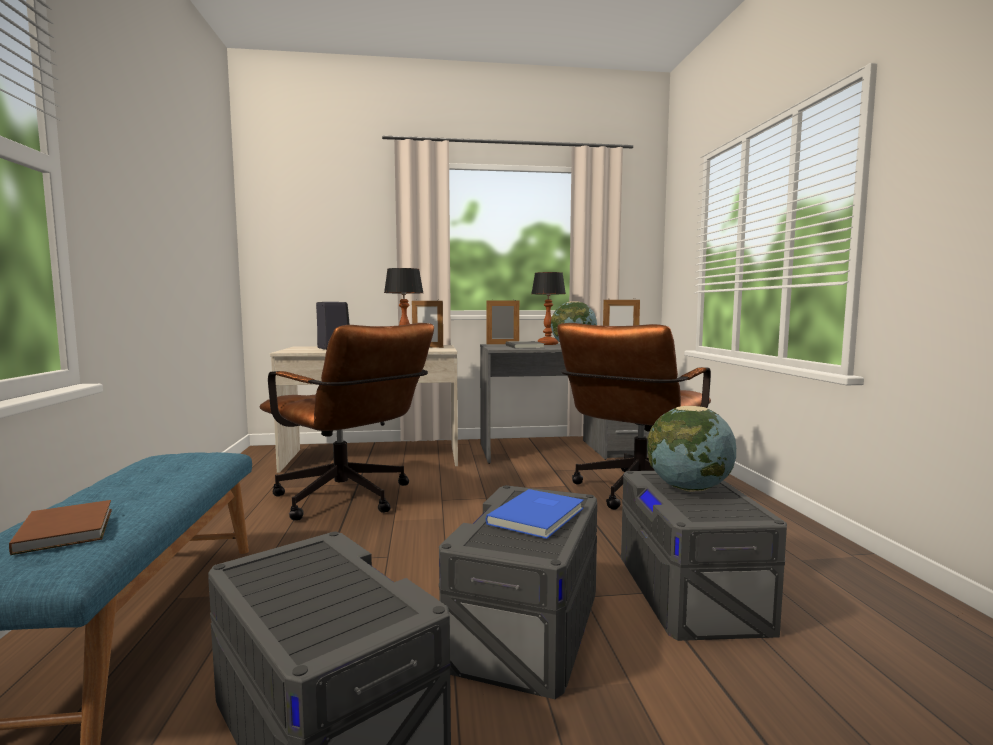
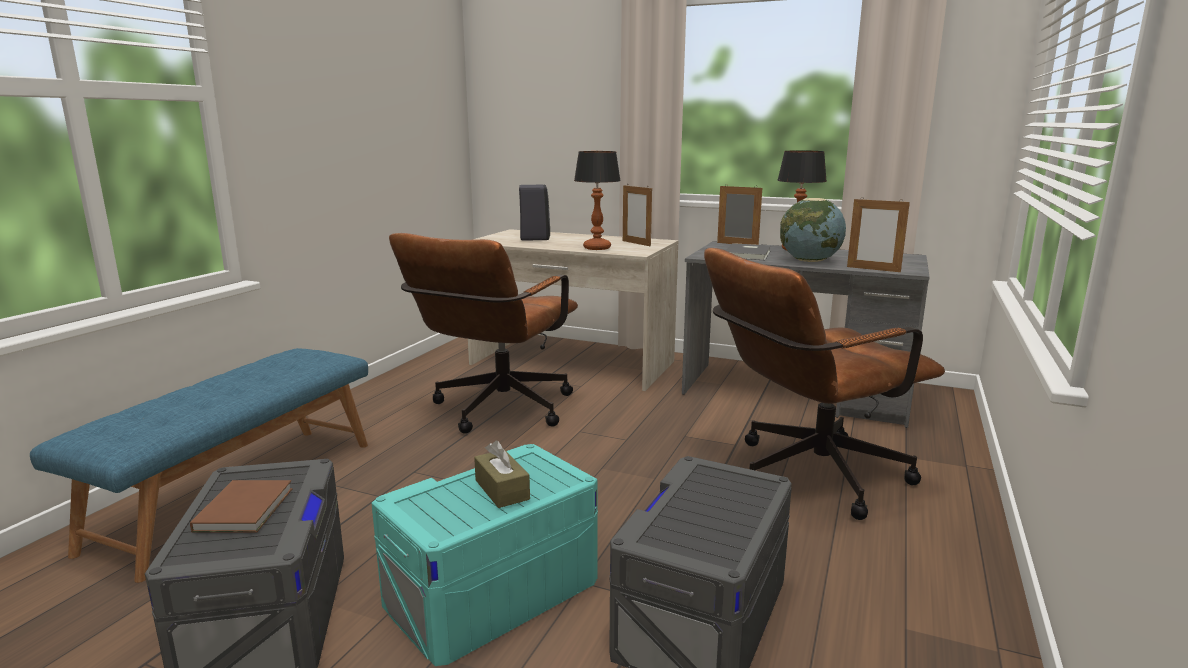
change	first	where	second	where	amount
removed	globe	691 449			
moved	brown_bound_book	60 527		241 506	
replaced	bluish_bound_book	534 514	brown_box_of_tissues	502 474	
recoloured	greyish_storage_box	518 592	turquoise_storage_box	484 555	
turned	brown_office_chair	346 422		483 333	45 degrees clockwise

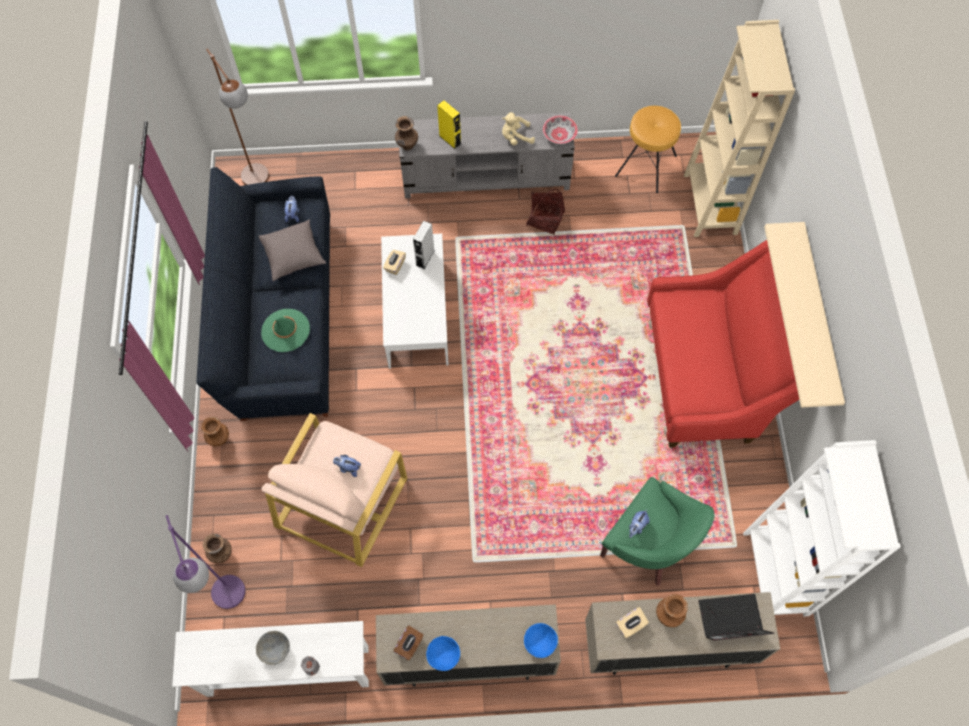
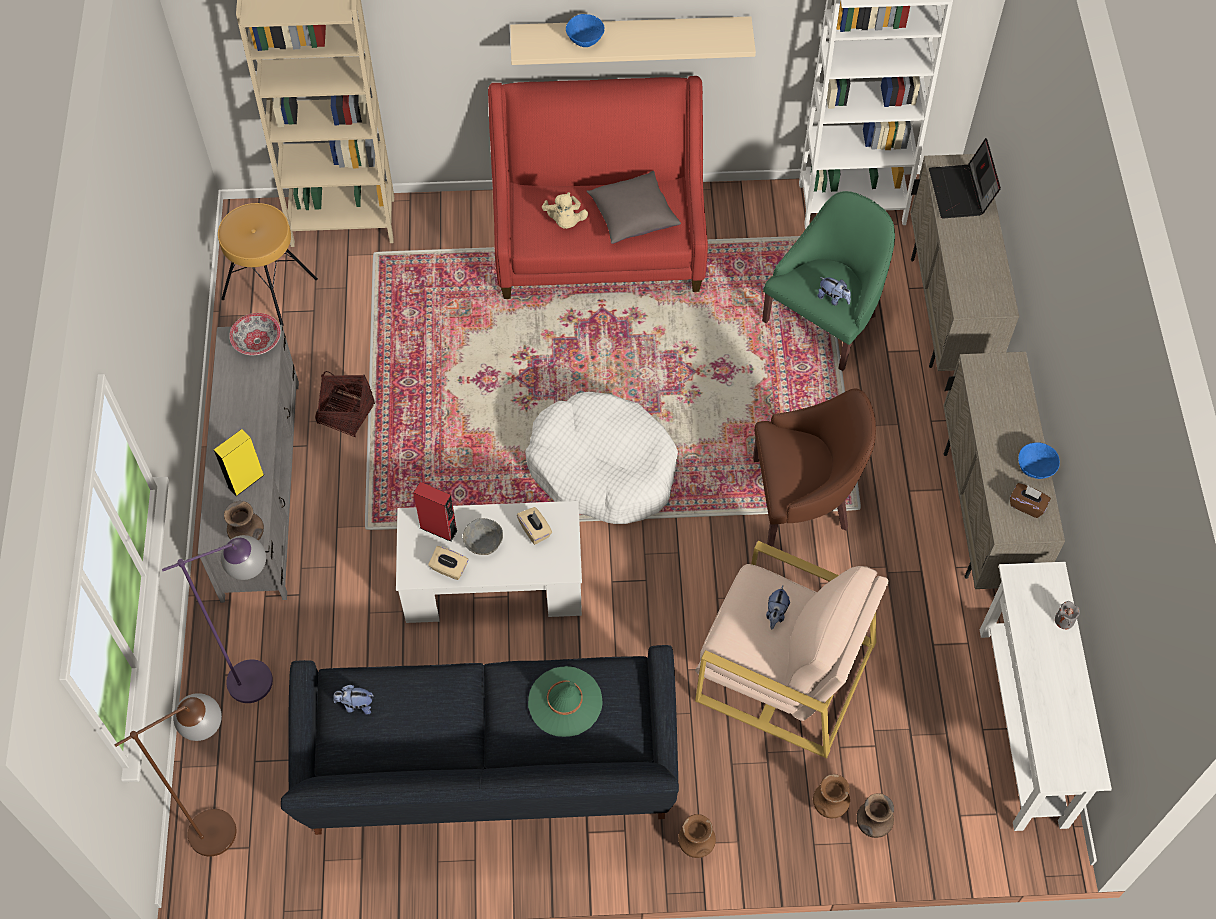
change	first	where	second	where	amount
added			whitish_dog_cushion	601 458	
added			brown_lounge_chair	814 468	
moved	purple-coloured_standing_lamp	205 562		217 619	
moved	greyish_serving_bowl	273 648		483 536	
moved	greyish_throw_pillow	292 250		634 207	
moved	sand-coloured_soft_toy	518 128		565 210	
moved	bluish_serving_bowl	541 640		585 30	
moved	sand-coloured_box_of_tissues	632 622		534 526	
moved	brown_flower_vase	672 610		831 796	
recoloured	greyish_speaker	424 245	reddish_speaker	435 512	

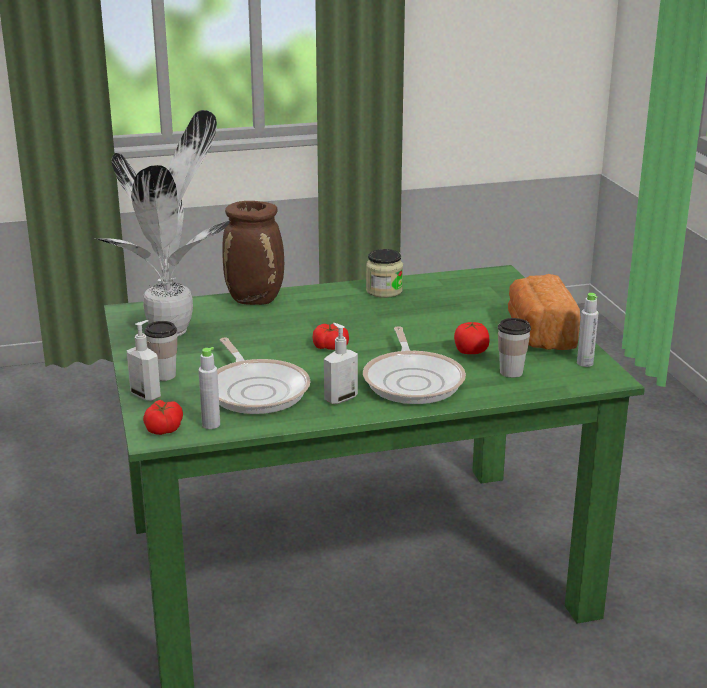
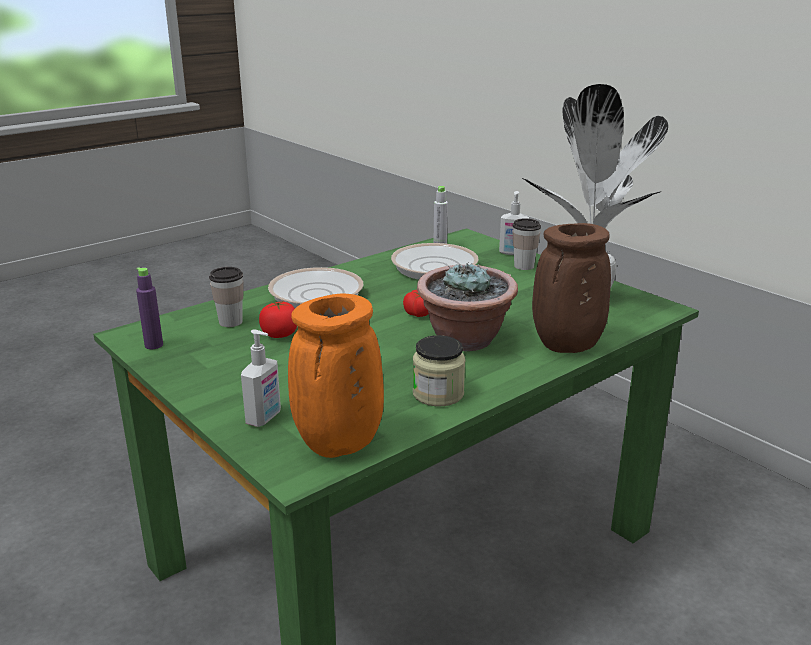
change	first	where	second	where	amount
removed	fresh_tomato	163 417			
removed	bread	544 312			
added			orange-coloured_flower_vase	336 375	
added			plant_in_a_pot	467 306	
moved	soap_dispenser	341 363		261 378	
recoloured	greyish_bottle	588 330	purple-coloured_bottle	149 308	

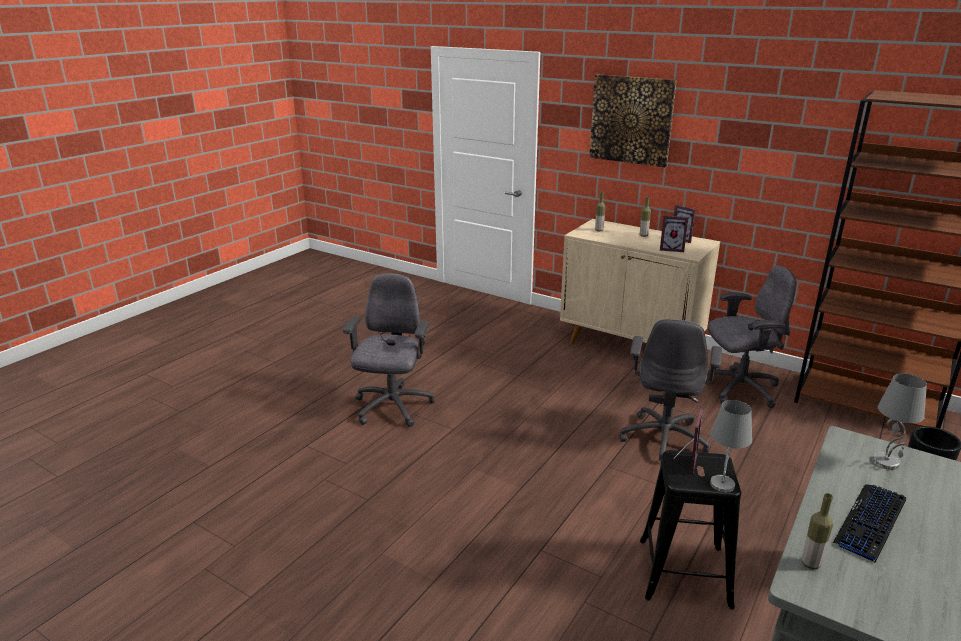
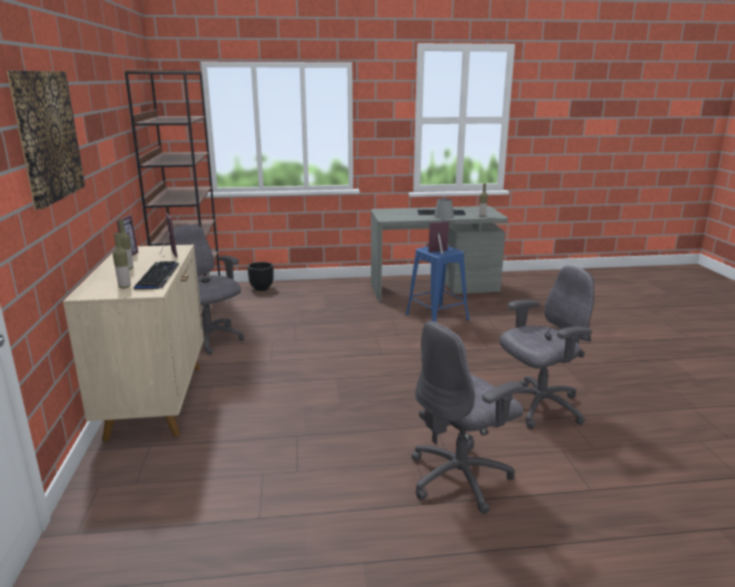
change	first	where	second	where	amount
removed	greyish_lamp_for_a_table	899 421			
added			PC_keyboard	157 275	
moved	greyish_office_chair	671 391		547 347	
recoloured	blackish_stool_seat	690 530	bluish_stool_seat	437 284	

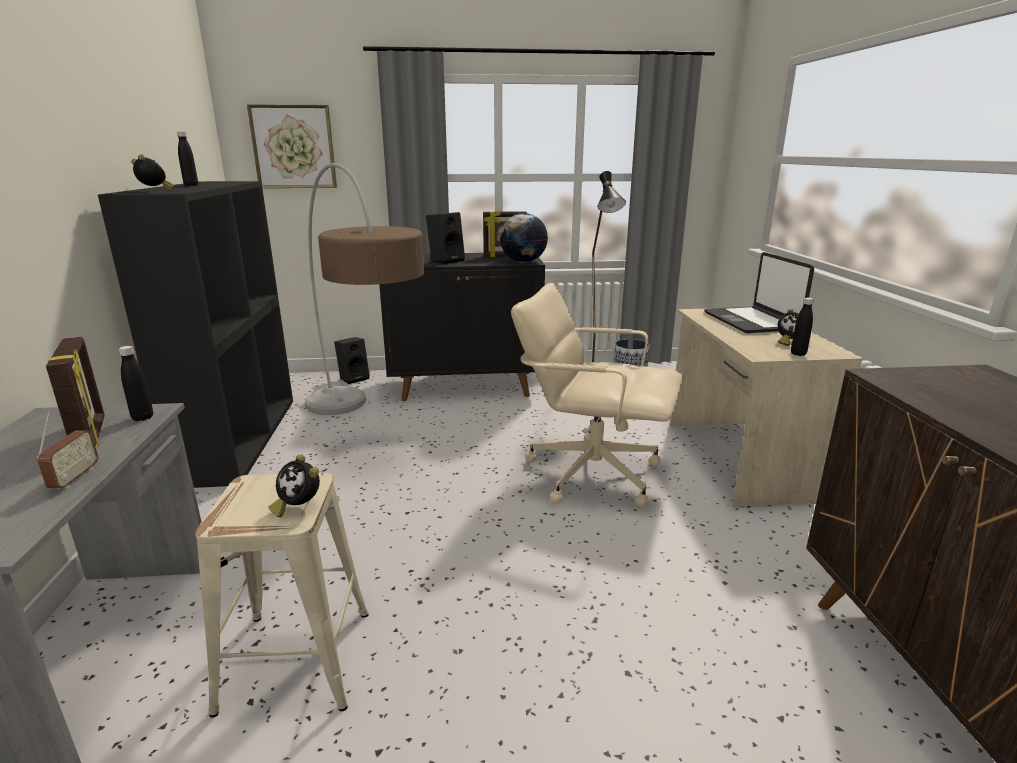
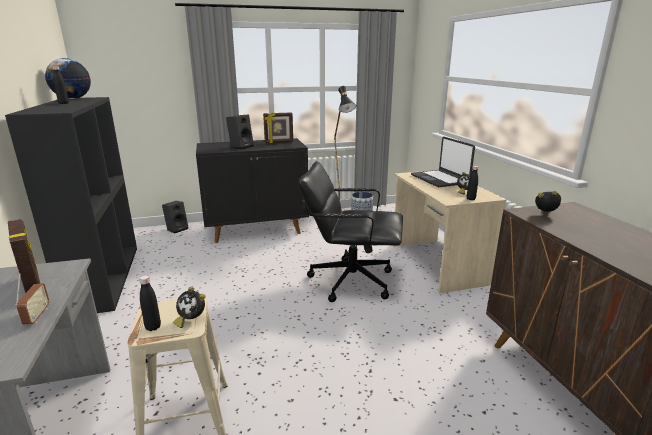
change	first	where	second	where	amount
removed	wall_art	292 146			
removed	standing_lamp	364 289			
moved	blackish_bottle	136 383		150 303	
moved	table_clock	153 172		548 201	
moved	globe	524 238		68 78	
recoloured	sand-coloured_office_chair	597 395	blackish_office_chair	350 231	

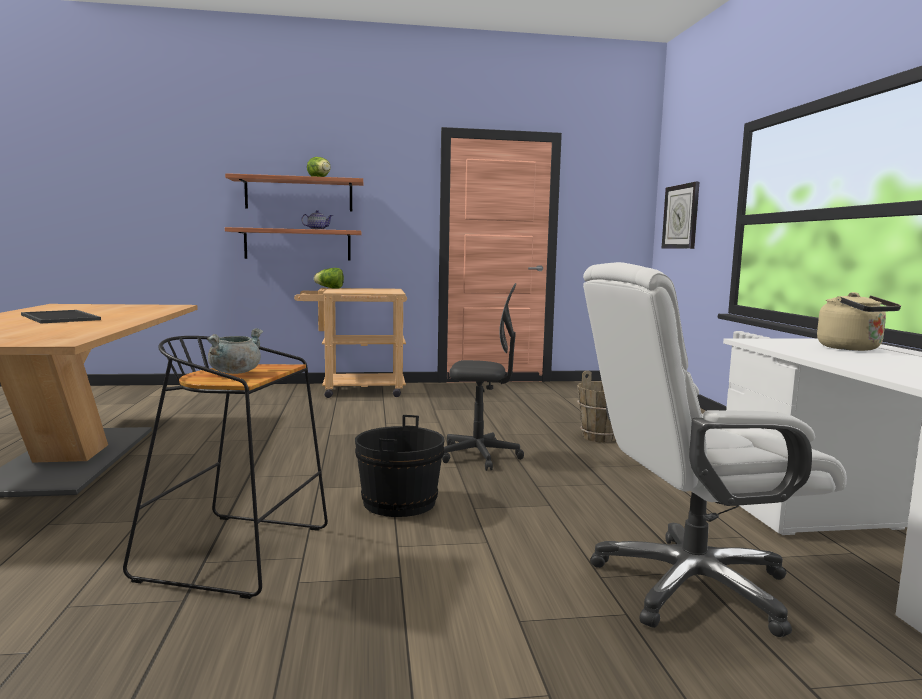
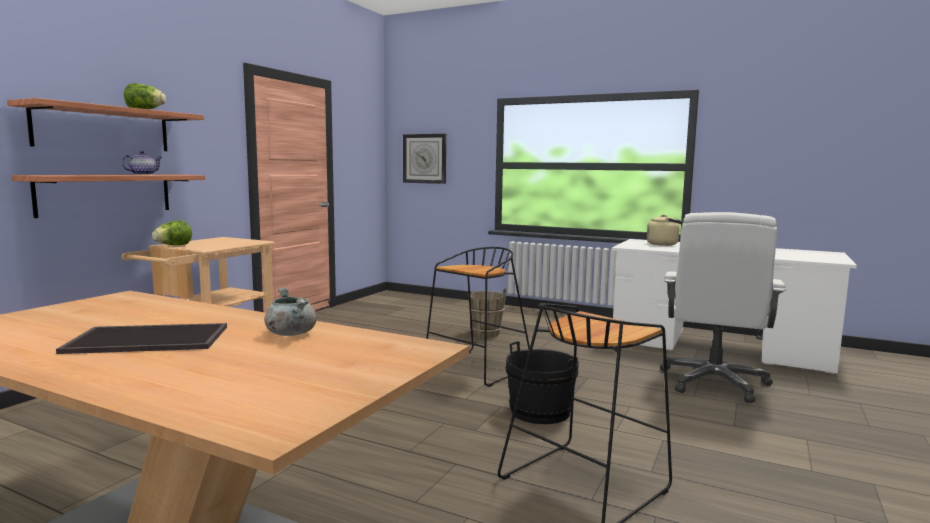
change	first	where	second	where	amount
moved	greyish_cooking_pot	235 351		290 311	
replaced	greyish_office_chair	483 377	blackish_stool_seat	478 317	

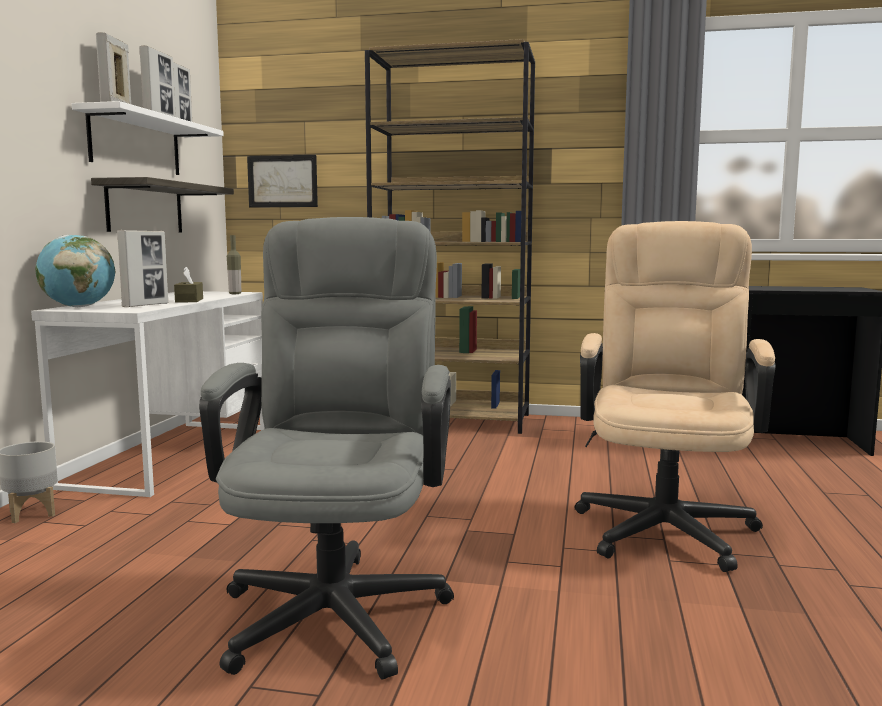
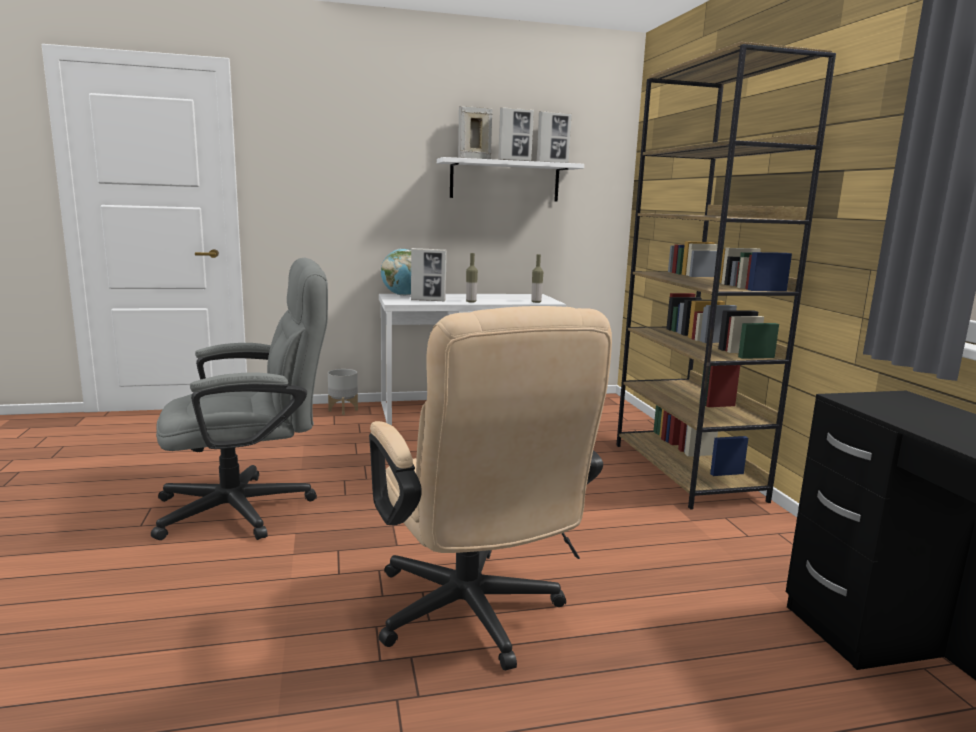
change	first	where	second	where	amount
removed	wall_shelf	162 205			
removed	wall_art	282 181			
replaced	brown_box_of_tissues	188 285	bottle	472 278	
turned	sand-coloured_office_chair	675 396		490 488	75 degrees clockwise

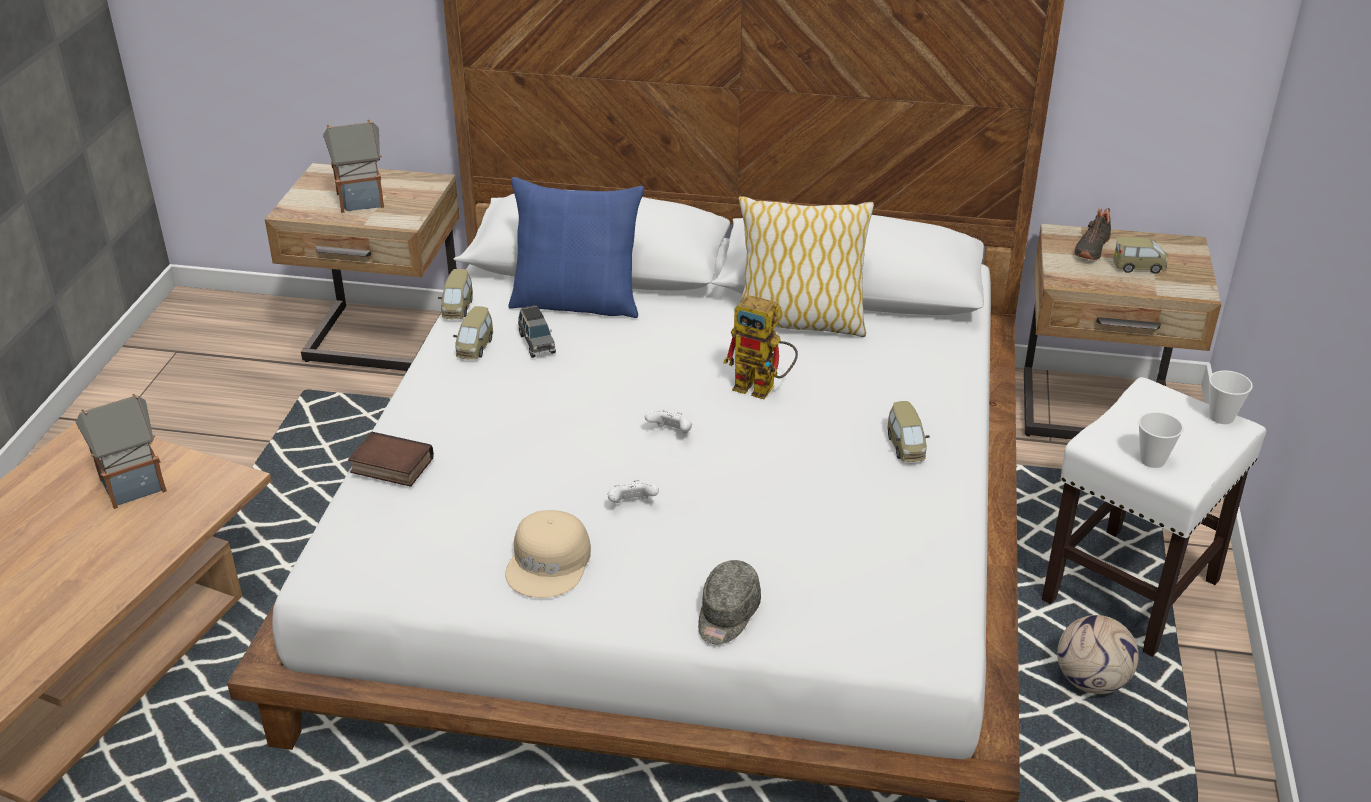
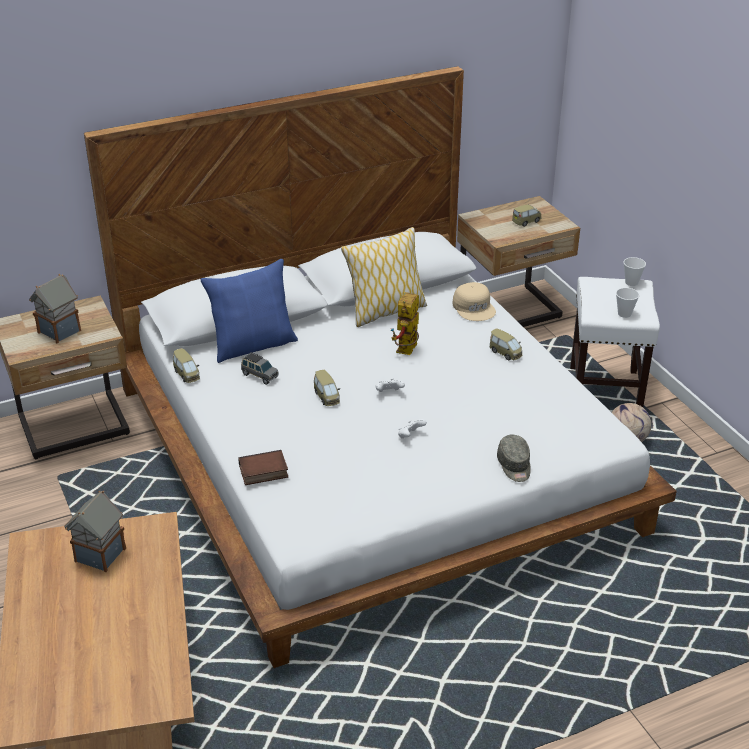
change	first	where	second	where	amount
removed	blackish_item_of_footwear	1093 234			
moved	toy_car	473 333		327 388	
moved	sand-coloured_peaked_cap	548 554		474 301	
turned	model_robot	760 347		405 323	120 degrees clockwise

